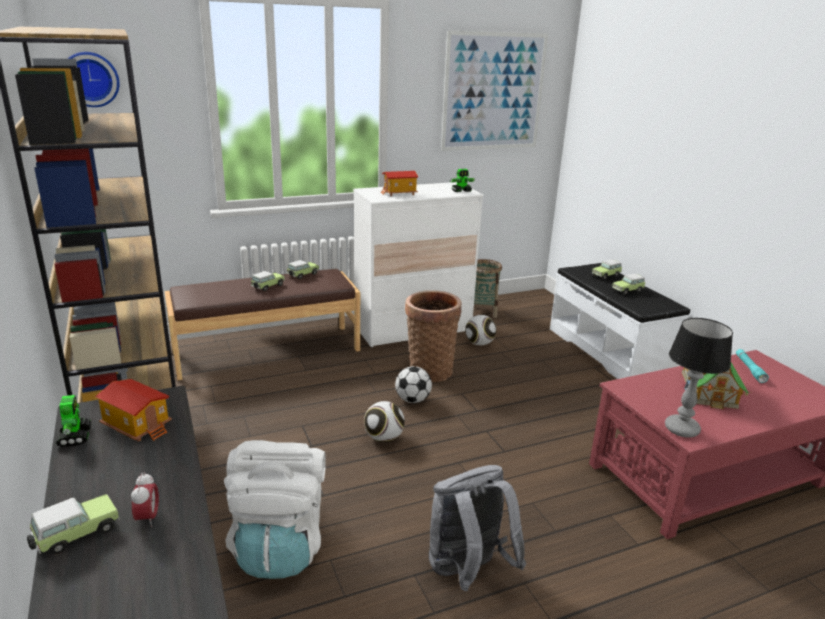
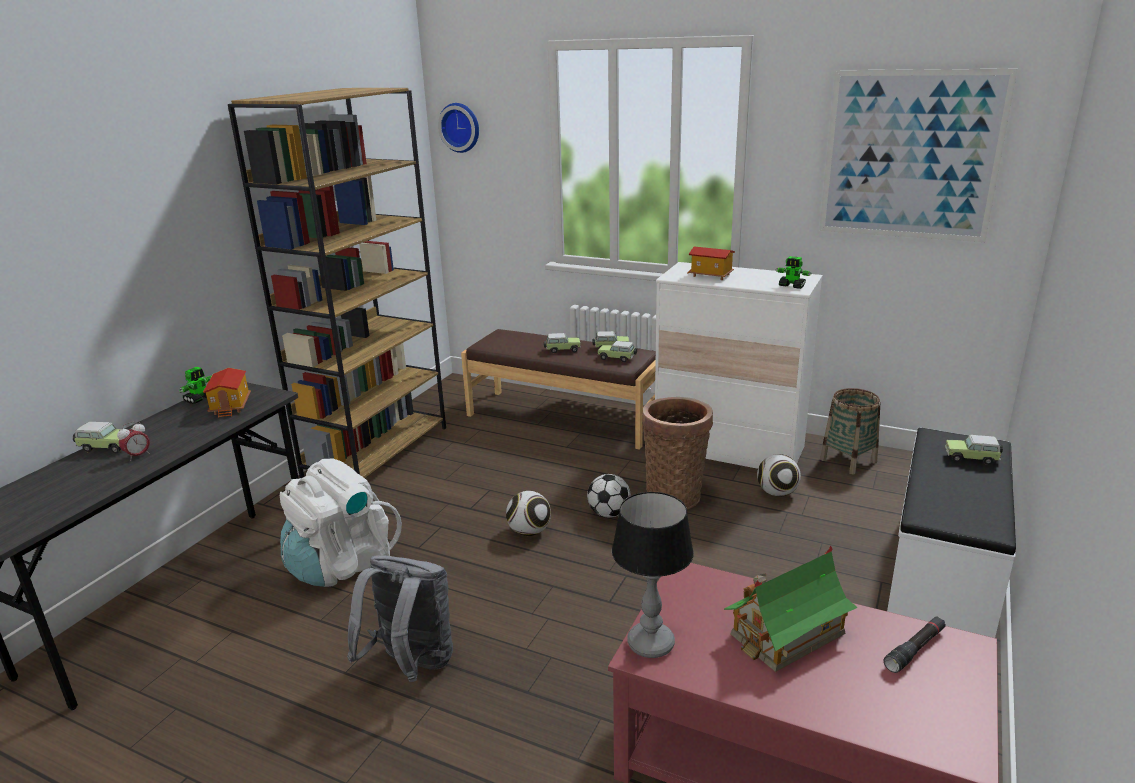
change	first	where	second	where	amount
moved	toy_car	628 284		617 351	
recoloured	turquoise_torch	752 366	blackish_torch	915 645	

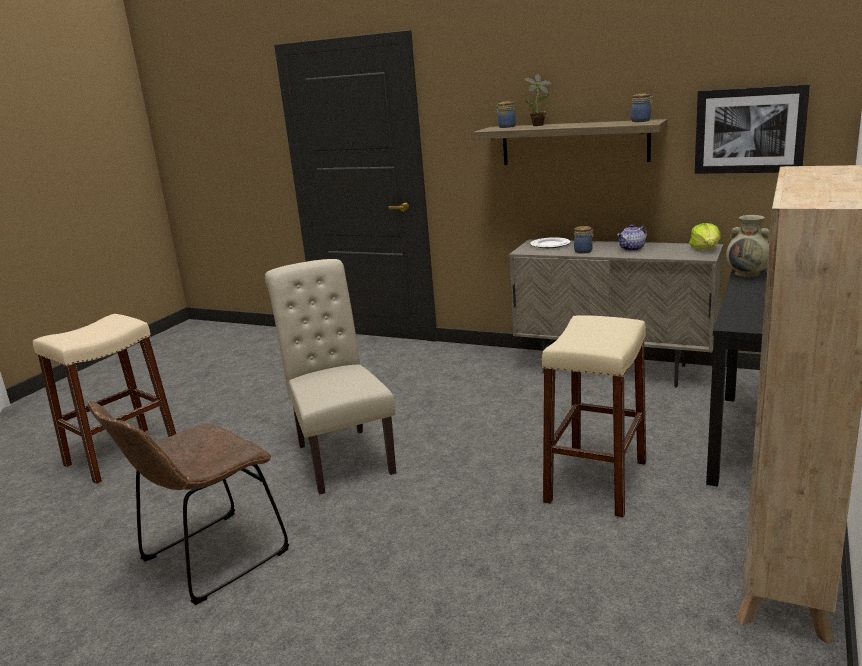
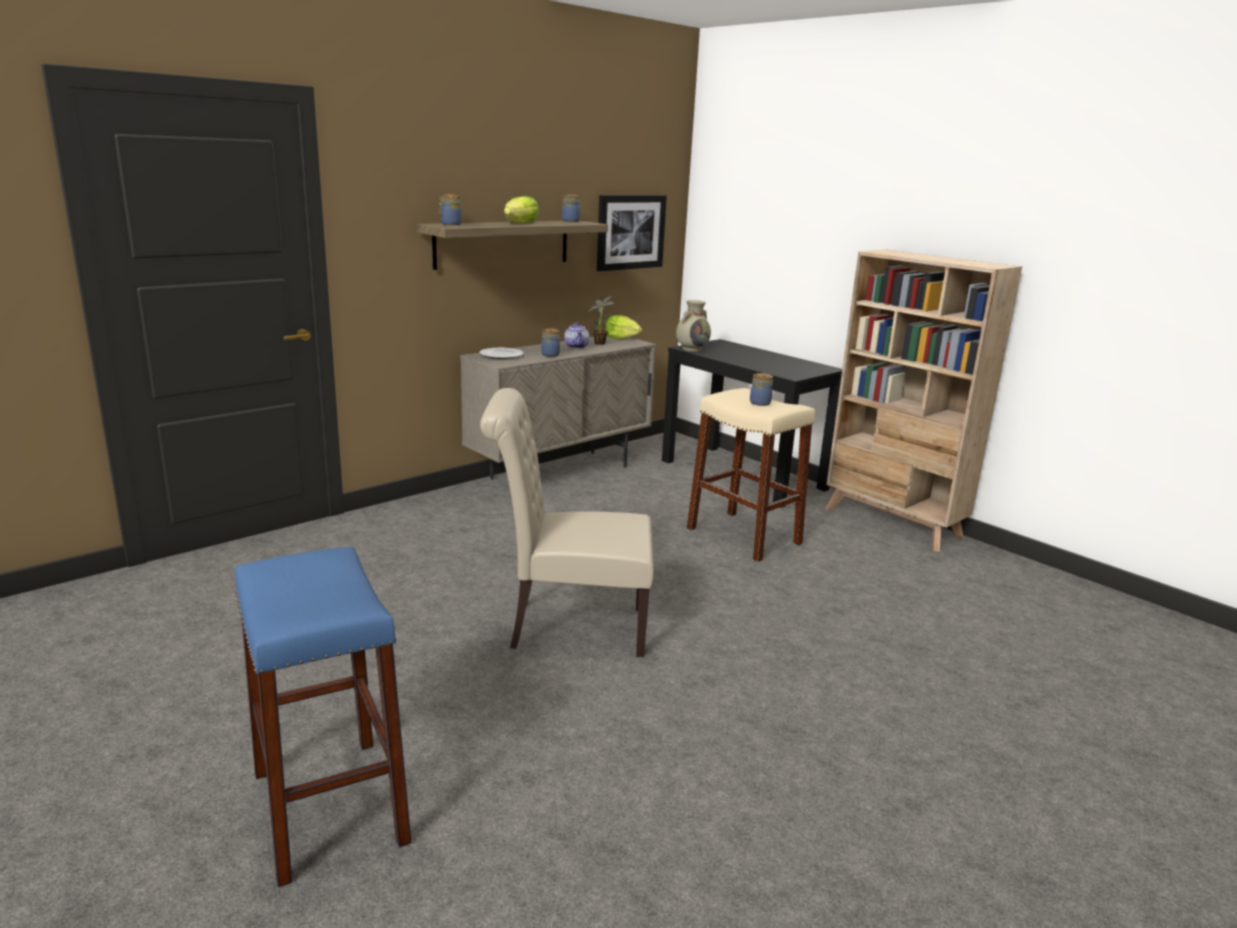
change	first	where	second	where	amount
removed	brown_upright_chair	188 503			
added			lettuce_head	521 209	
added			storage_jar	761 389	
moved	plant_in_a_pot	538 100		601 320	
recoloured	sand-coloured_stool_seat	104 399	bluish_stool_seat	323 717	

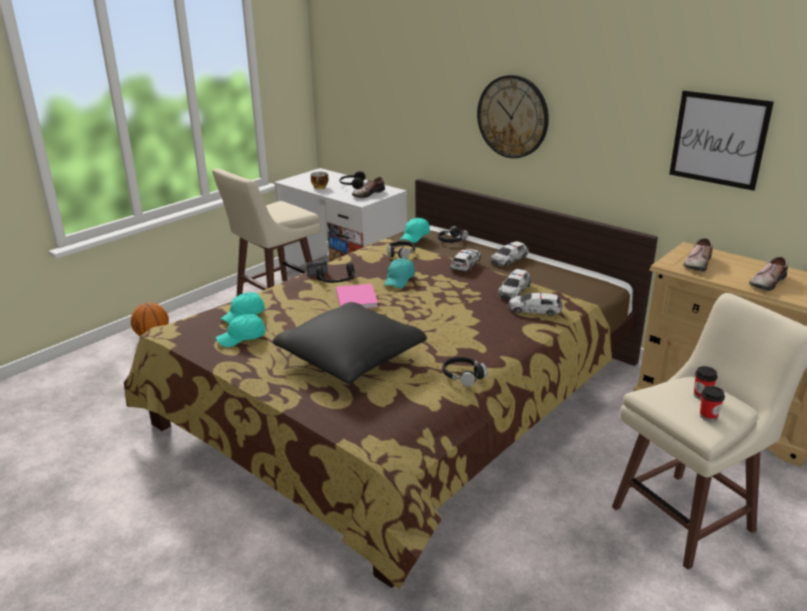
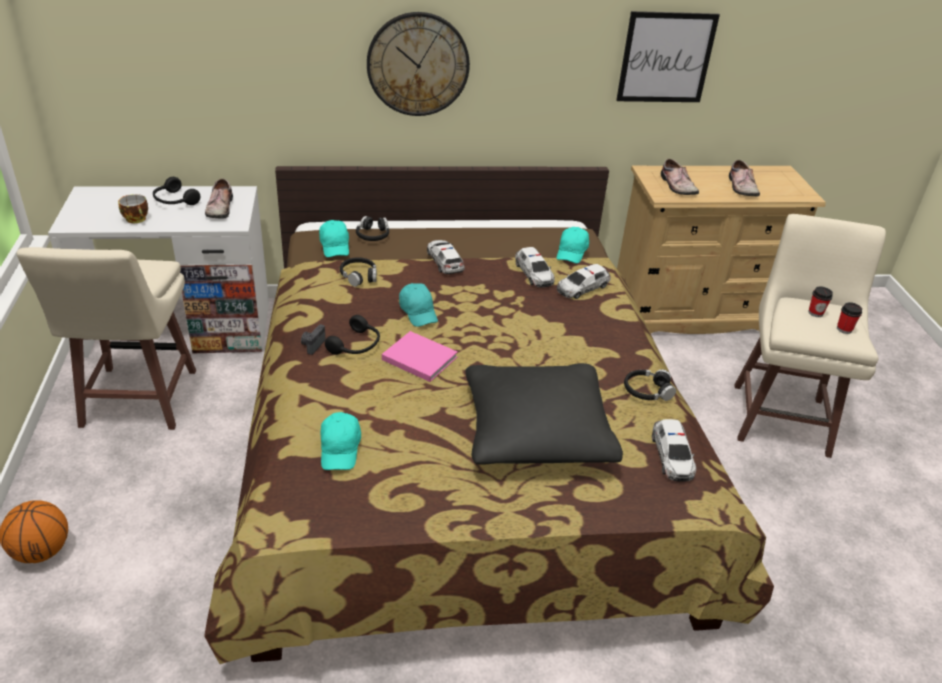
change	first	where	second	where	amount
moved	turquoise_peaked_cap	241 330		573 245	
moved	toy_car	509 253		674 450	

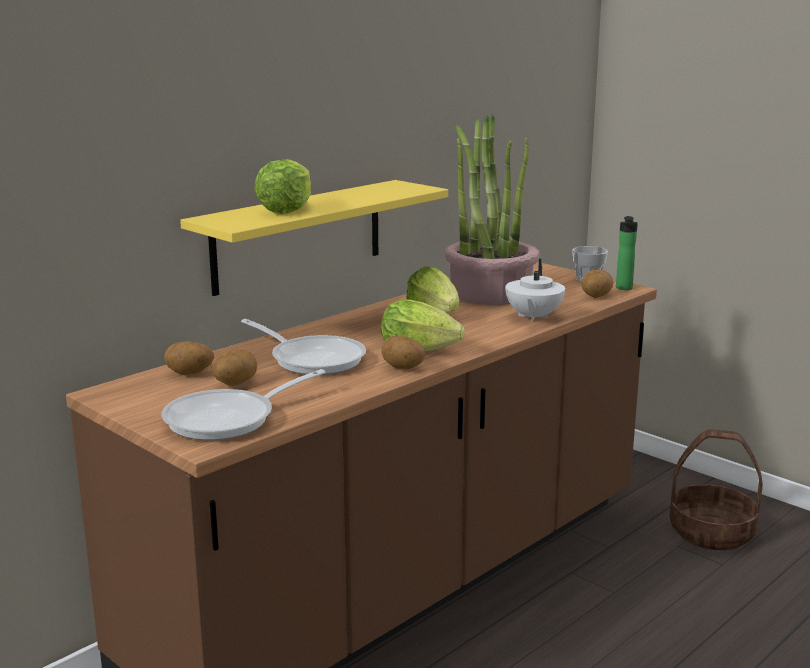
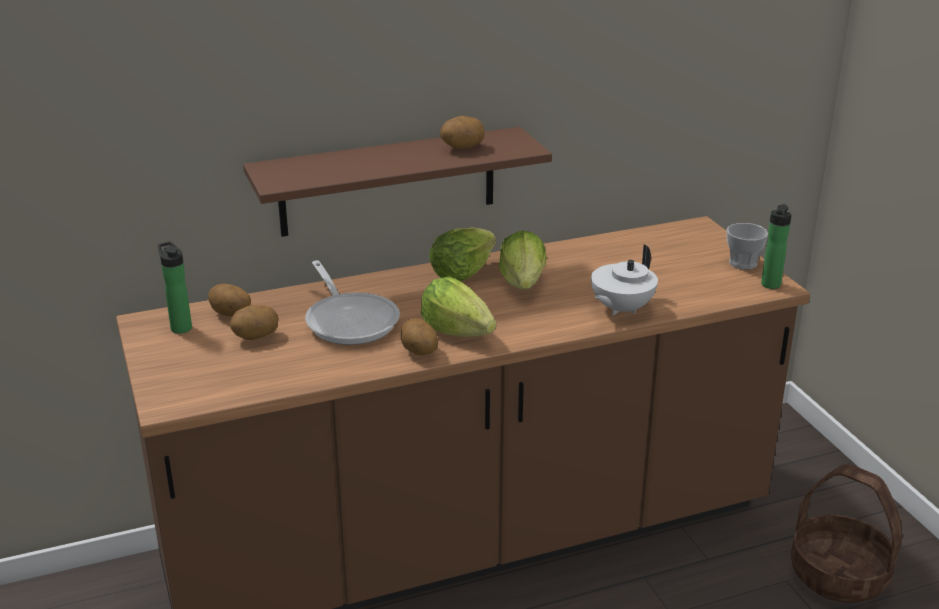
change	first	where	second	where	amount
removed	skillet	244 405			
removed	plant_in_a_pot	492 209			
added			bottle	175 287	
moved	lettuce_head	282 186		462 254	
moved	spud	597 284		462 132	
recoloured	yellowish_wall_shelf	314 238	brown_wall_shelf	397 182	

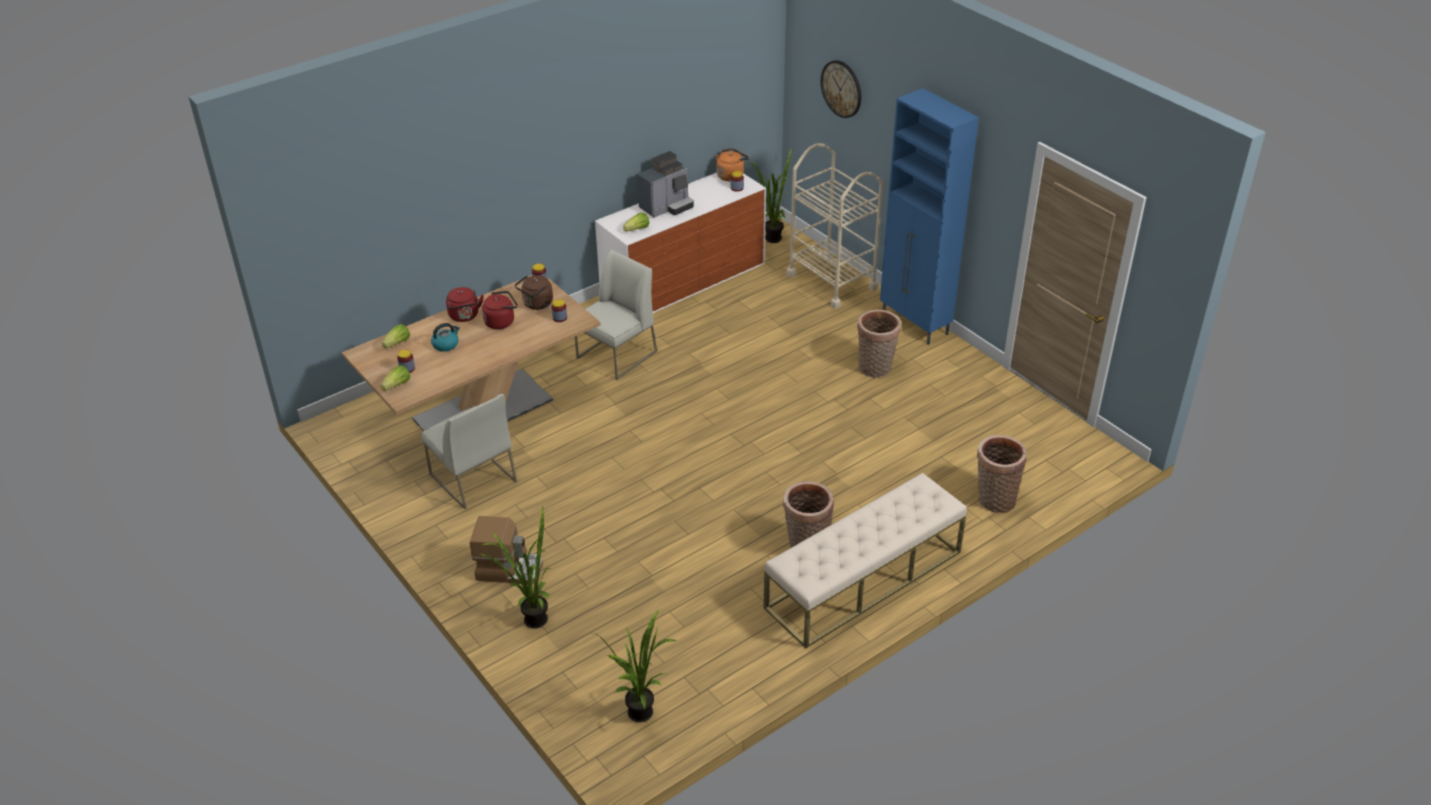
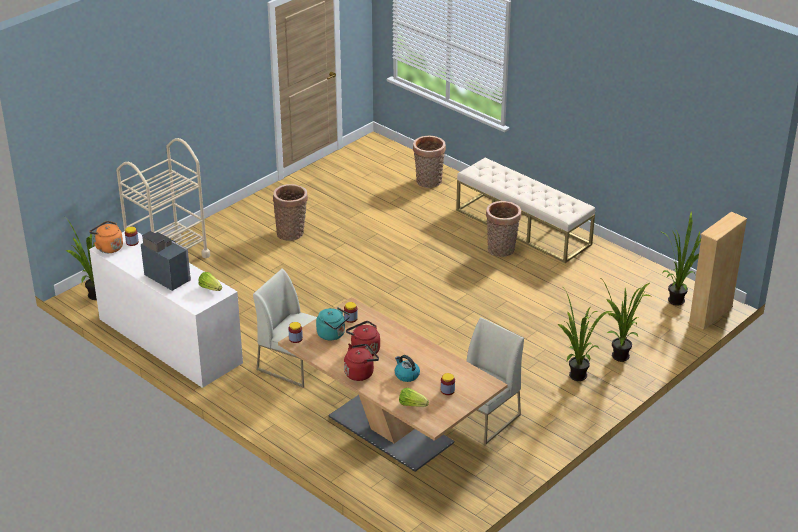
change	first	where	second	where	amount
removed	lettuce_head	395 378			
removed	wall_clock	841 89			
removed	bluish_storage_cabinet	929 216			
added			sand-coloured_bookshelf	717 271	
replaced	coffee_maker	506 550	plant_in_a_pot	585 335	
recoloured	brown_kettle	534 292	turquoise_kettle	333 324	

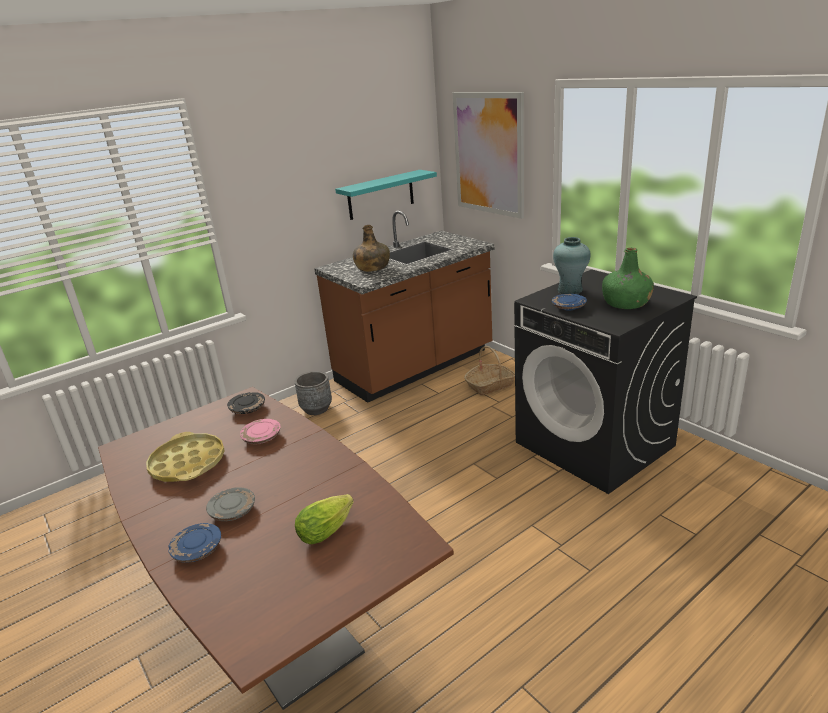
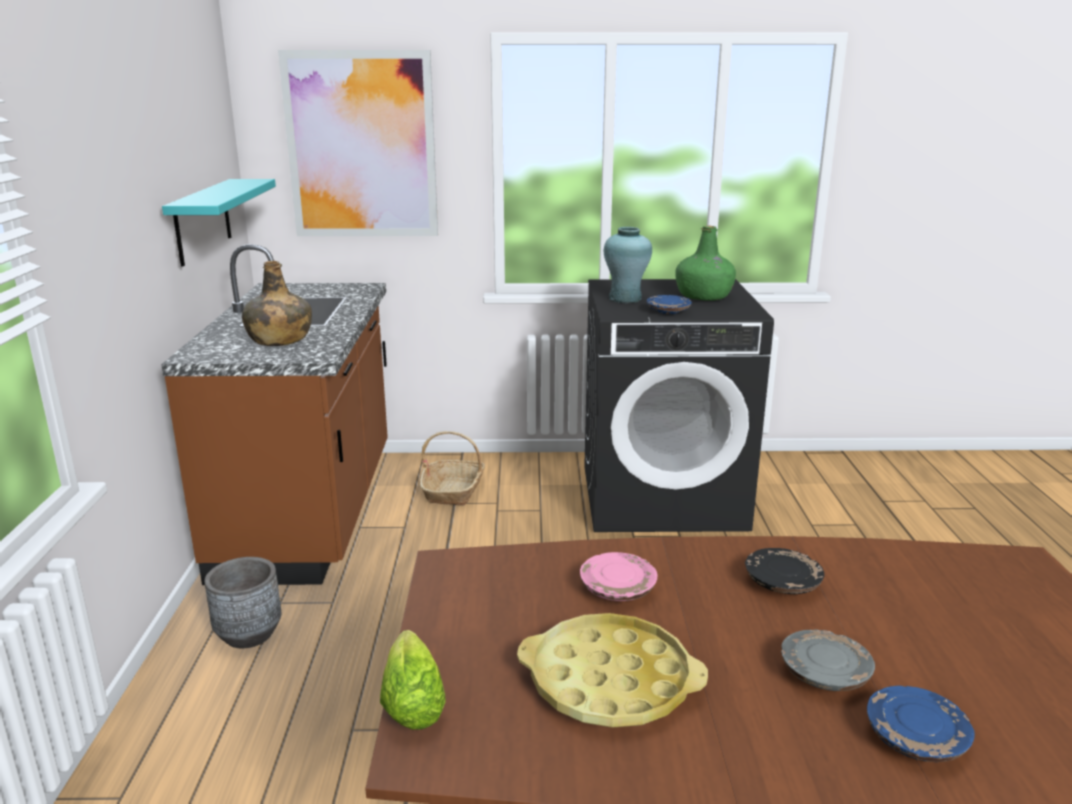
change	first	where	second	where	amount
moved	blackish_dinner_plate	246 403		784 571	
moved	lettuce_head	324 519		413 679	

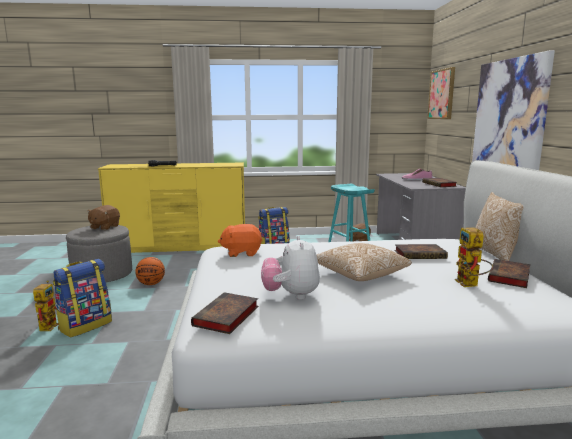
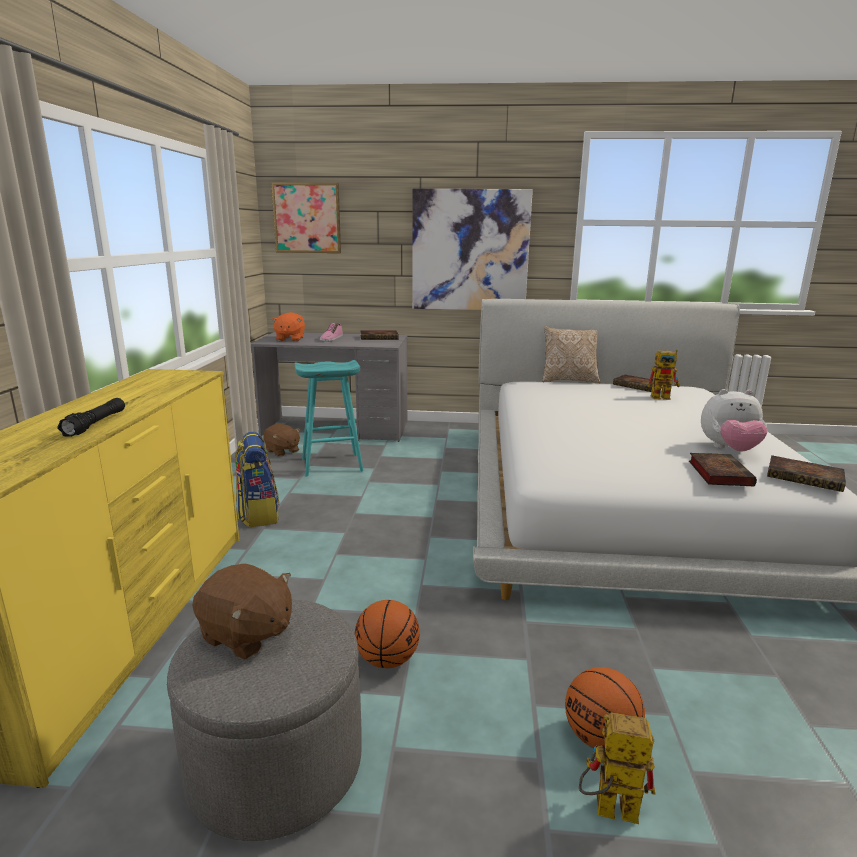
change	first	where	second	where	amount
removed	throw_pillow	364 262			
moved	orange-coloured_soft_toy	240 240		288 326	
moved	bound_book	421 251		723 469	
replaced	knapsack	82 298	basketball	605 707	

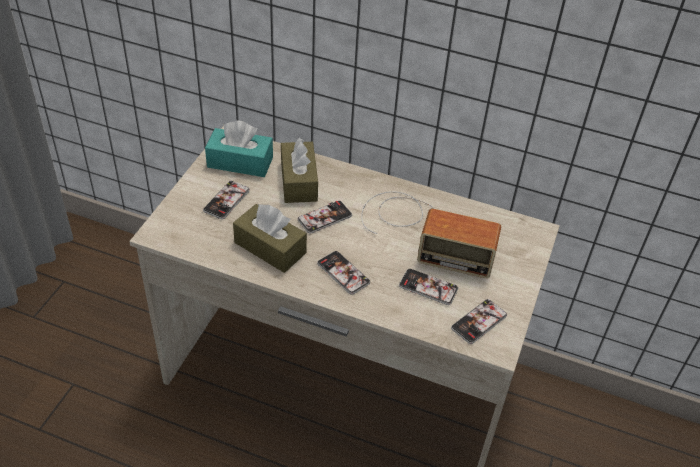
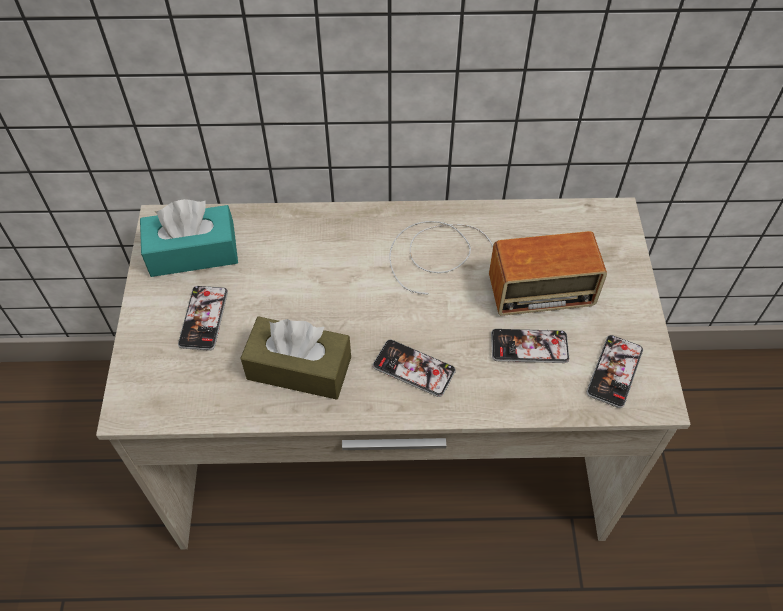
change	first	where	second	where	amount
removed	brown_box_of_tissues	299 170			
removed	phone	324 217			

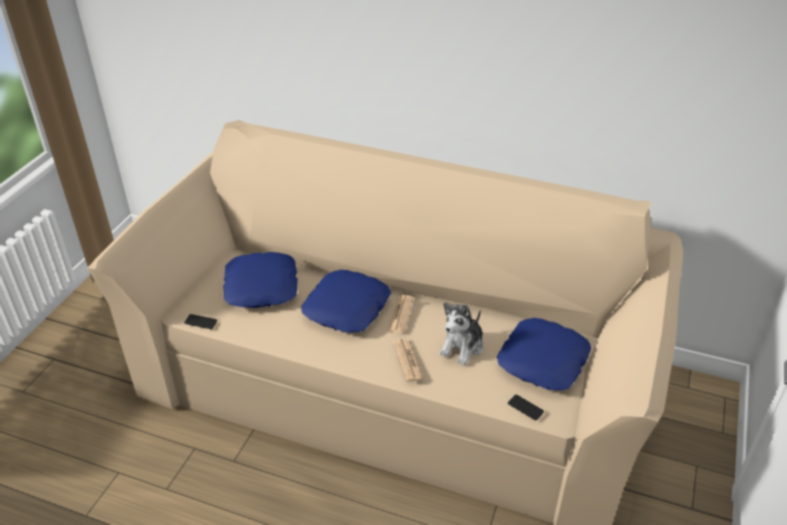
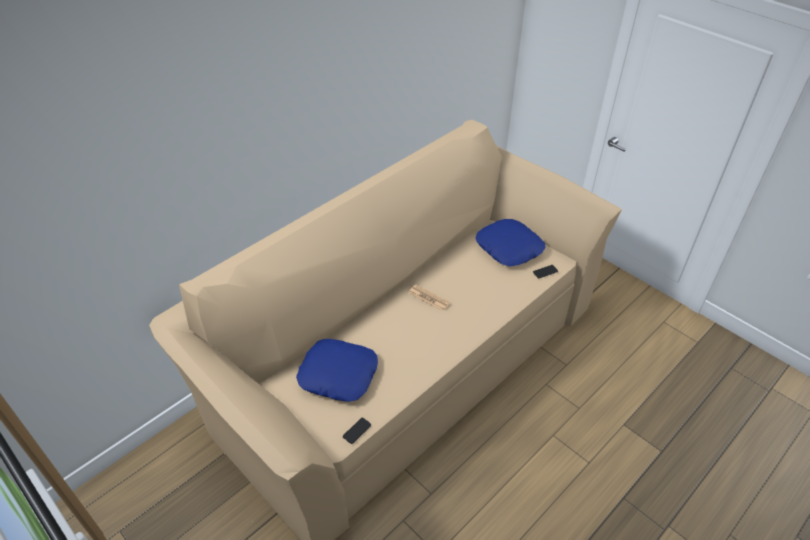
change	first	where	second	where	amount
removed	bluish_throw_pillow	346 301			
removed	printed_paper	408 360			
removed	soft_toy	461 334			

